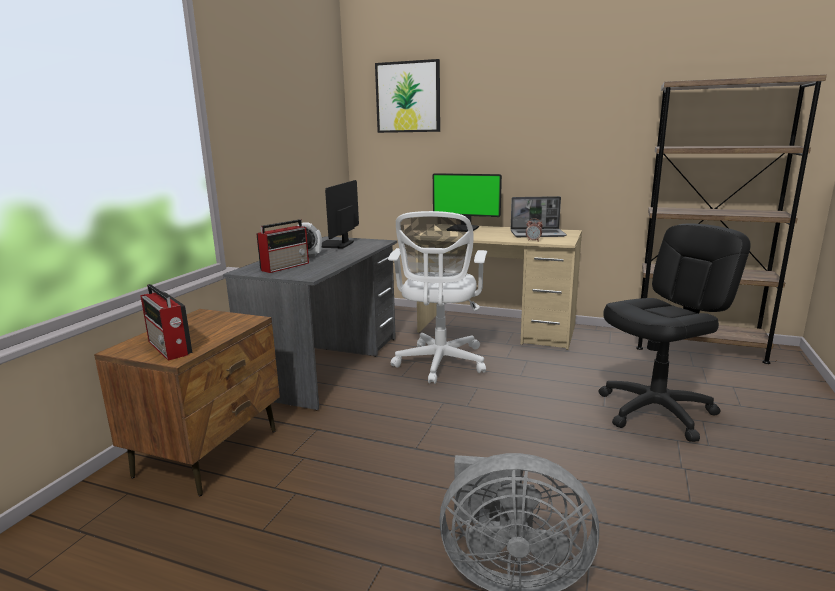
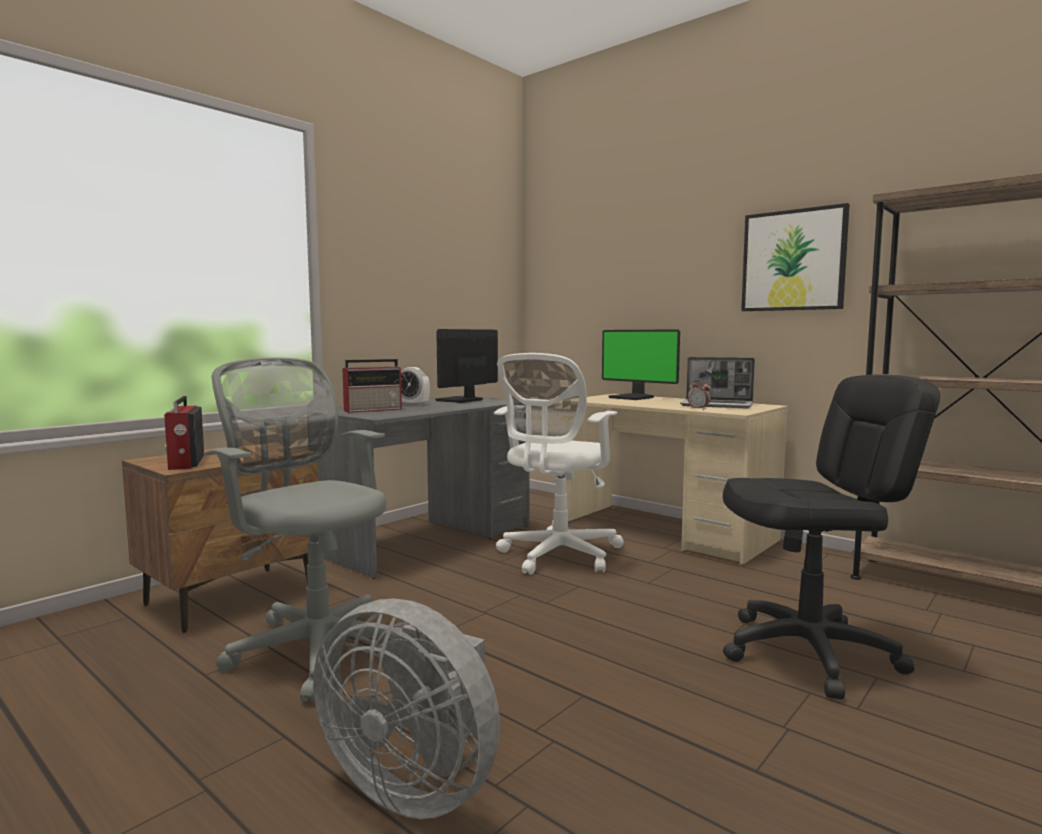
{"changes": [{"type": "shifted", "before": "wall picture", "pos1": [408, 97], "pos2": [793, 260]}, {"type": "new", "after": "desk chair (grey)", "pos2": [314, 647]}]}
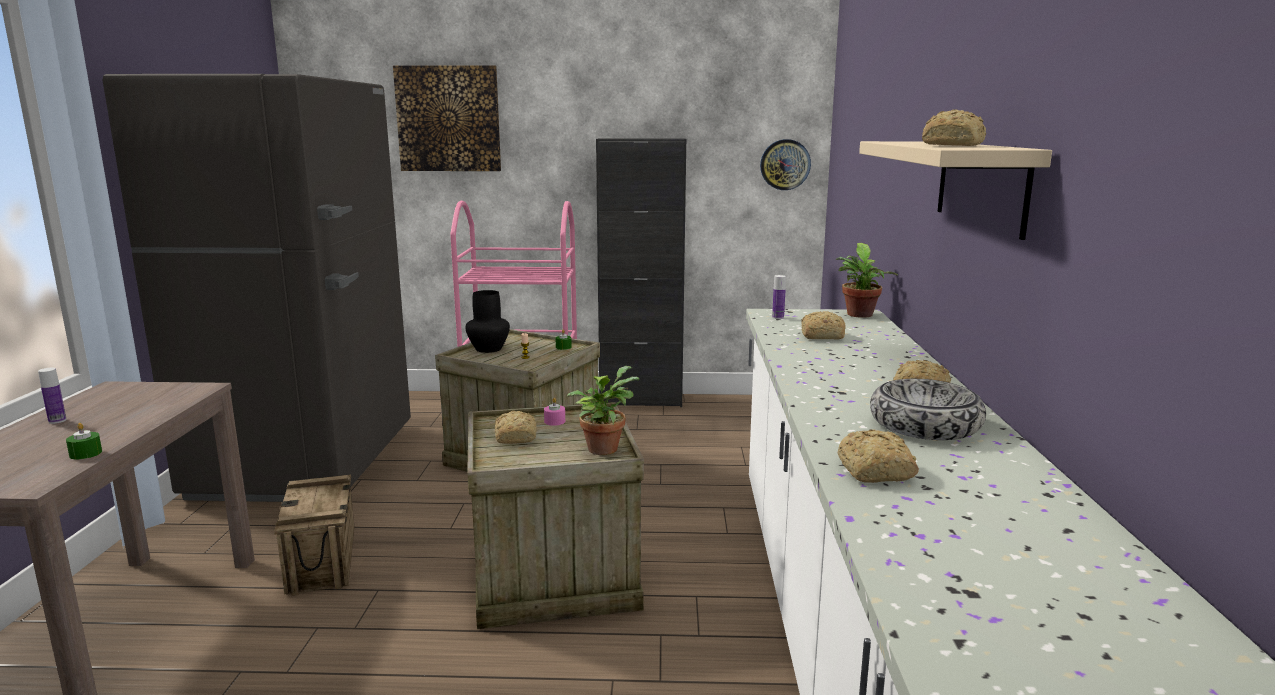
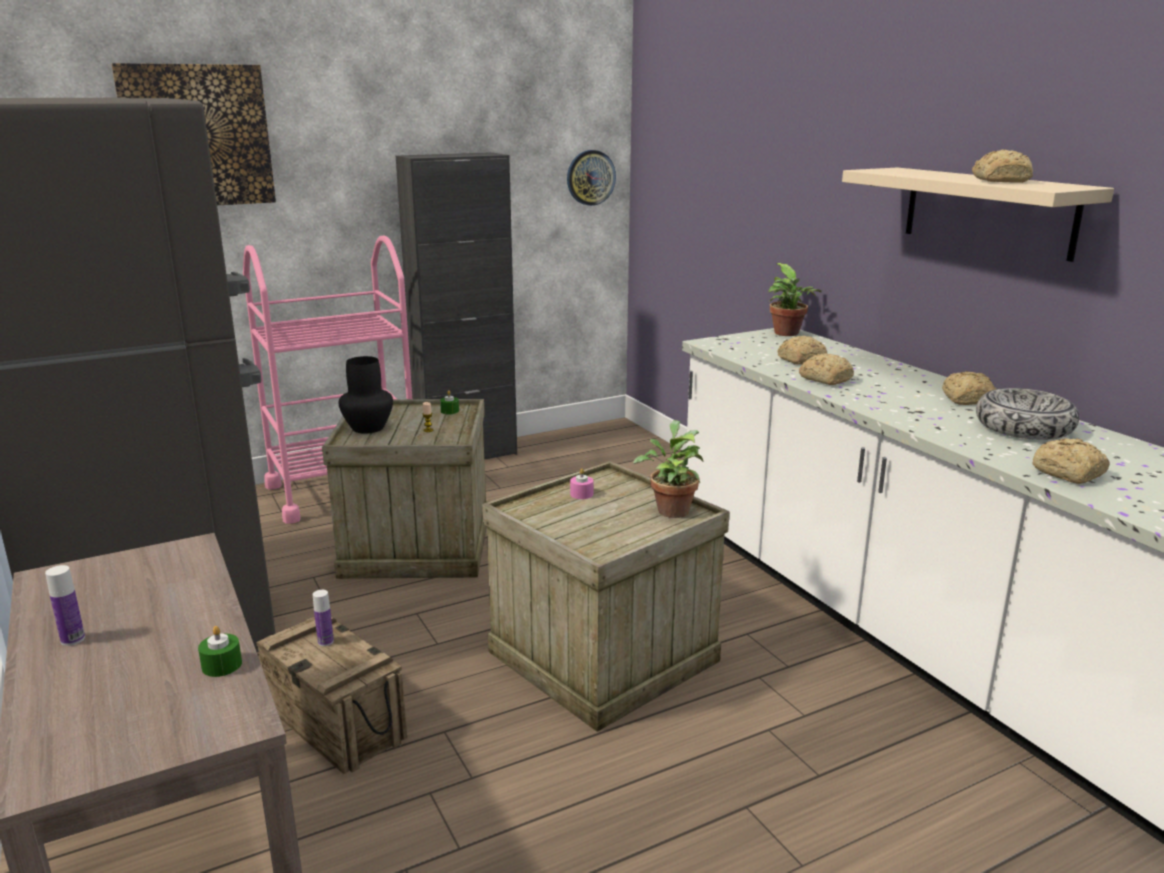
{"changes": [{"type": "shifted", "before": "beverage bottle", "pos1": [778, 317], "pos2": [325, 642]}, {"type": "shifted", "before": "bread", "pos1": [516, 437], "pos2": [825, 379]}]}
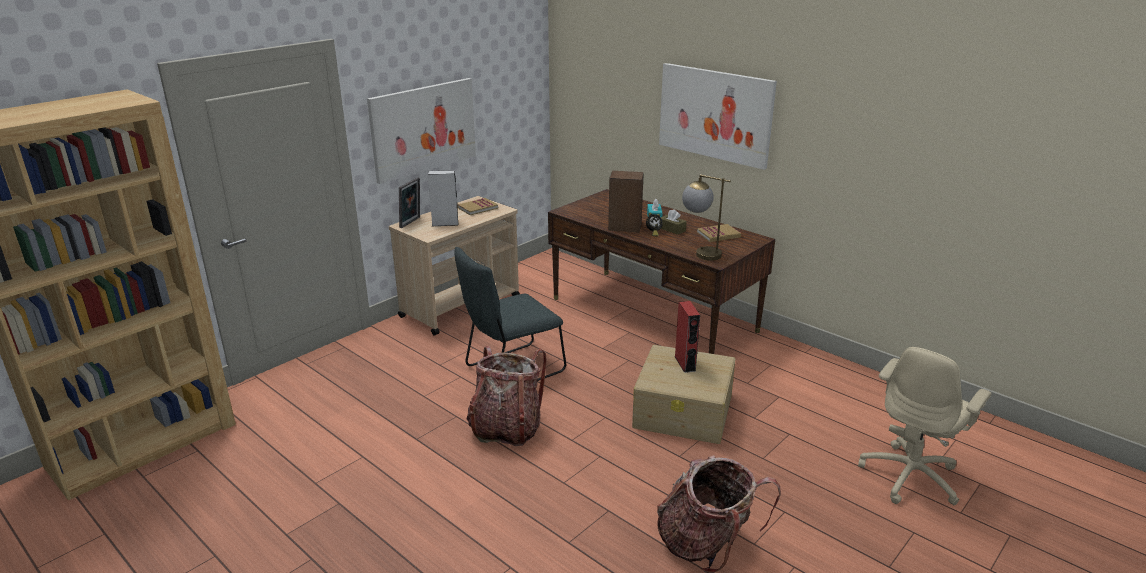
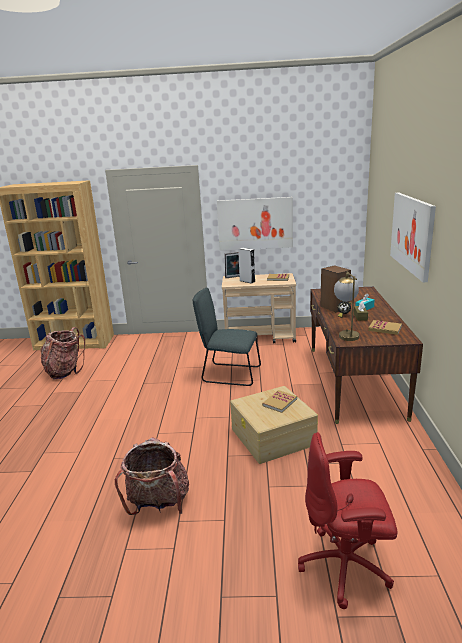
{"changes": [{"type": "swapped", "before": "speaker (red-coloured)", "after": "book", "pos1": [685, 363], "pos2": [279, 402]}, {"type": "shifted", "before": "rucksack", "pos1": [506, 428], "pos2": [65, 371]}, {"type": "repainted", "before": "desk chair (beige)", "after": "desk chair (red-coloured)", "pos1": [911, 476], "pos2": [346, 567]}]}
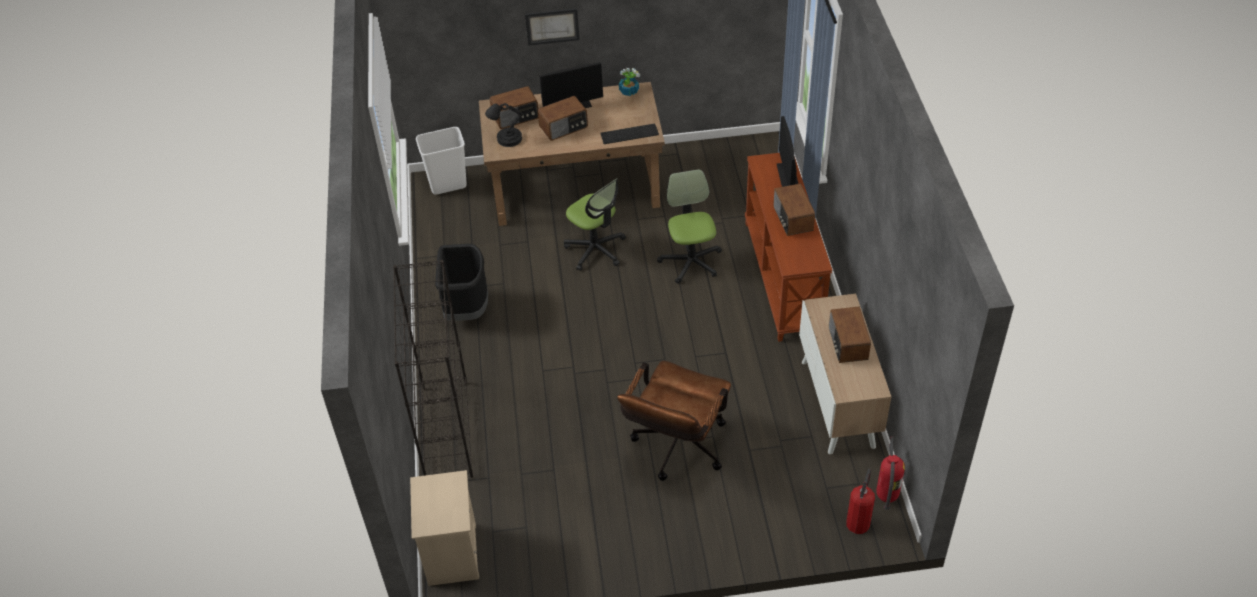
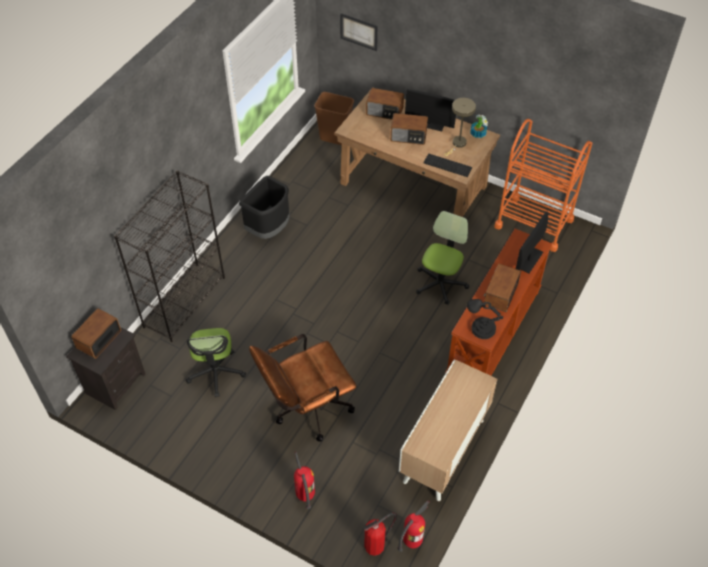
{"changes": [{"type": "shifted", "before": "wall picture", "pos1": [552, 26], "pos2": [359, 31]}, {"type": "shifted", "before": "lamp for a table (black-coloured)", "pos1": [507, 139], "pos2": [481, 329]}, {"type": "repainted", "before": "trash can (white-coloured)", "after": "trash can (brownish)", "pos1": [448, 184], "pos2": [335, 137]}, {"type": "shifted", "before": "desk chair", "pos1": [595, 249], "pos2": [216, 372]}, {"type": "shifted", "before": "radio receiver", "pos1": [847, 344], "pos2": [98, 339]}, {"type": "repainted", "before": "nightstand (beige)", "after": "nightstand (black-coloured)", "pos1": [451, 554], "pos2": [115, 382]}, {"type": "new", "after": "lamp for a table (beige)", "pos2": [458, 144]}, {"type": "new", "after": "wheeled cart (orangey)", "pos2": [533, 223]}, {"type": "new", "after": "fire-fighting cylinder", "pos2": [305, 495]}]}
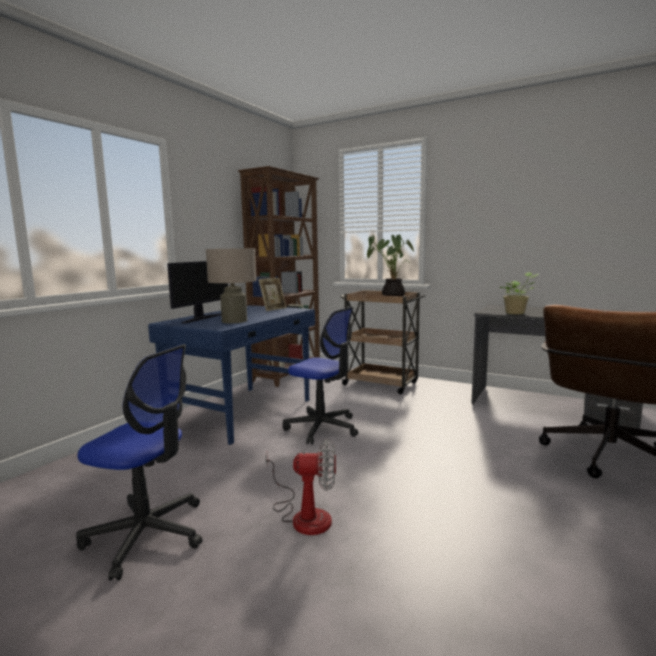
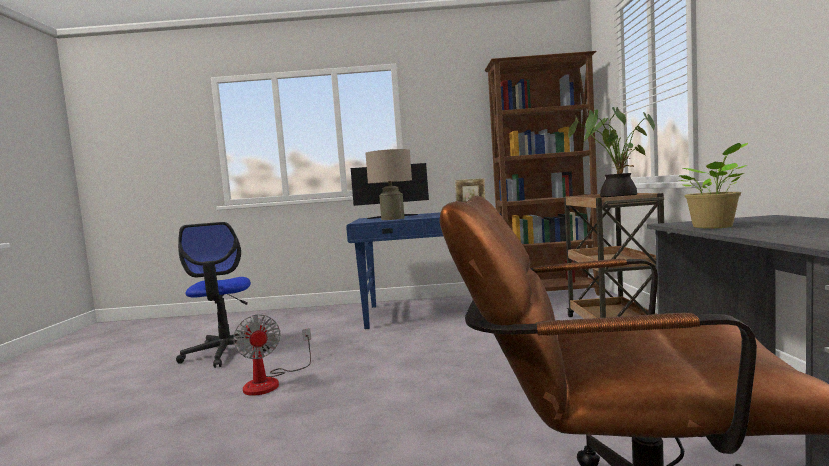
{"changes": [{"type": "gone", "before": "desk chair", "pos1": [322, 428]}]}
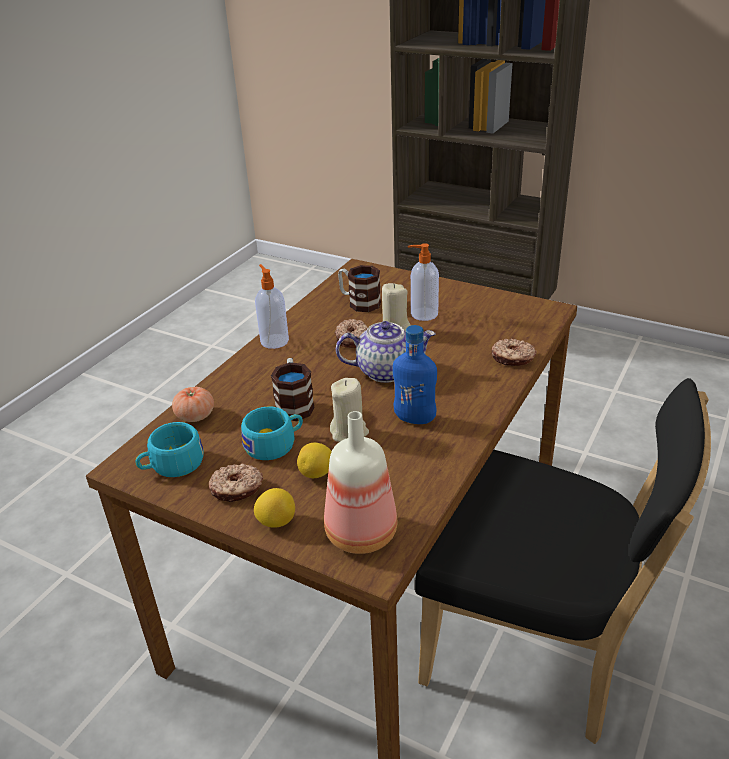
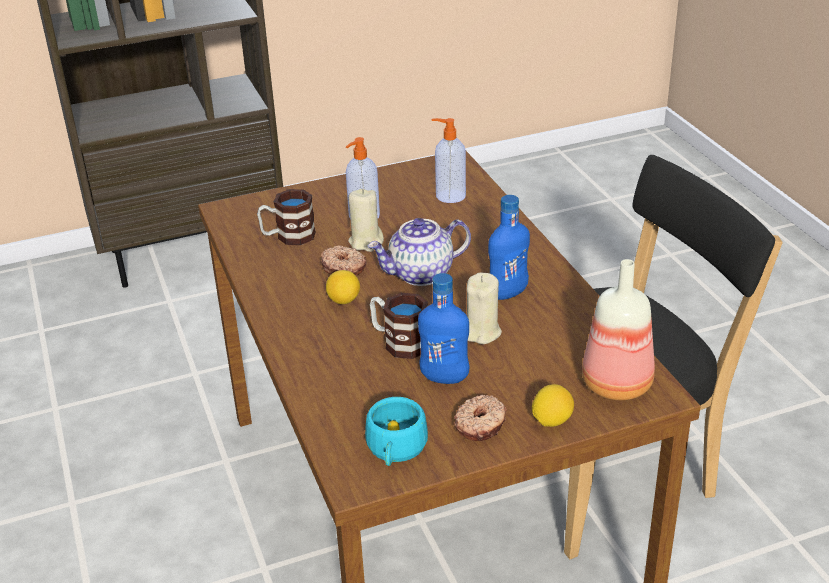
{"changes": [{"type": "shifted", "before": "liquid soap bottle", "pos1": [274, 341], "pos2": [449, 196]}, {"type": "rotated", "before": "tea pot", "pos1": [386, 371], "pos2": [421, 274], "turn": -150}, {"type": "gone", "before": "donut", "pos1": [512, 358]}, {"type": "gone", "before": "fresh tomato", "pos1": [195, 416]}, {"type": "swapped", "before": "small cup (turquoise-coloured)", "after": "beverage bottle (bluish)", "pos1": [275, 444], "pos2": [444, 377]}, {"type": "shifted", "before": "citrus fruit", "pos1": [317, 474], "pos2": [344, 301]}]}
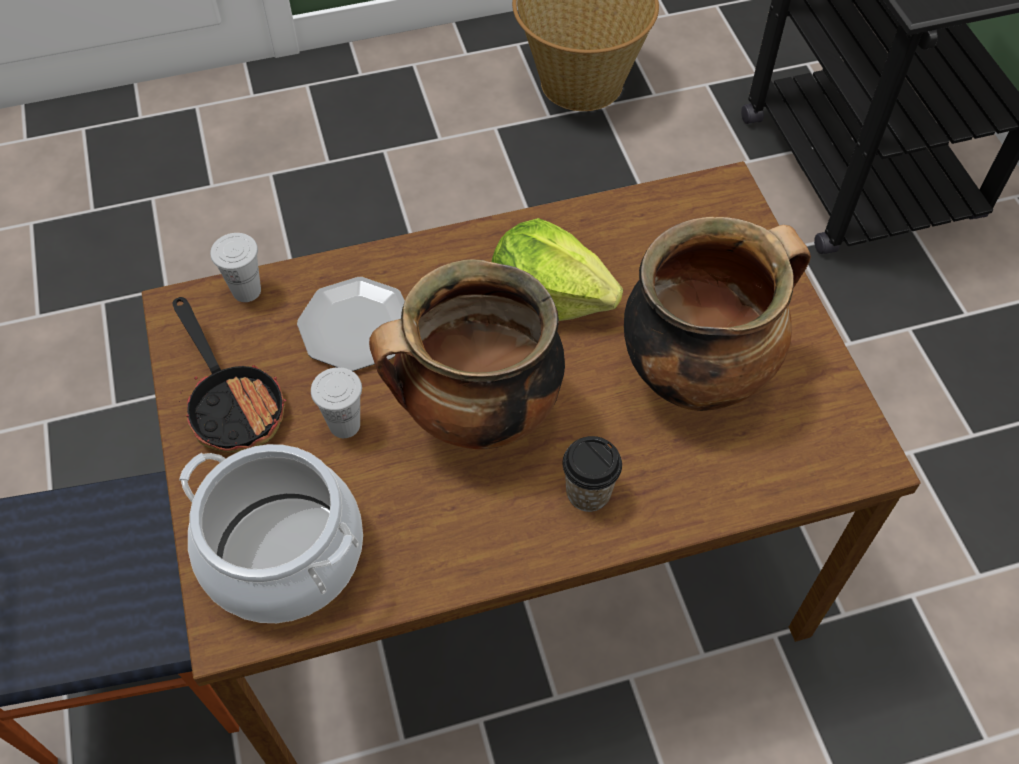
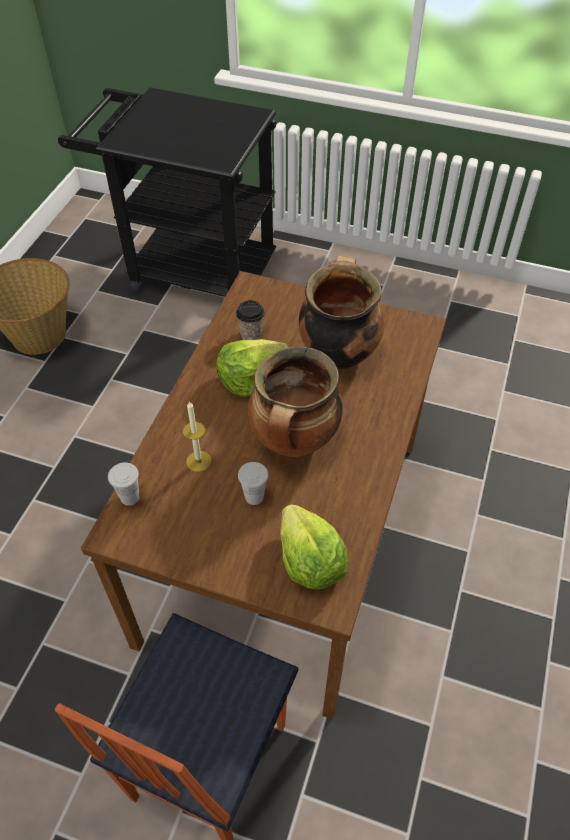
{"changes": [{"type": "swapped", "before": "plate", "after": "wax light", "pos1": [357, 326], "pos2": [198, 461]}, {"type": "gone", "before": "frying pan", "pos1": [232, 403]}, {"type": "shifted", "before": "small cup", "pos1": [588, 492], "pos2": [251, 334]}, {"type": "swapped", "before": "saucepot", "after": "lettuce head", "pos1": [283, 556], "pos2": [310, 561]}]}
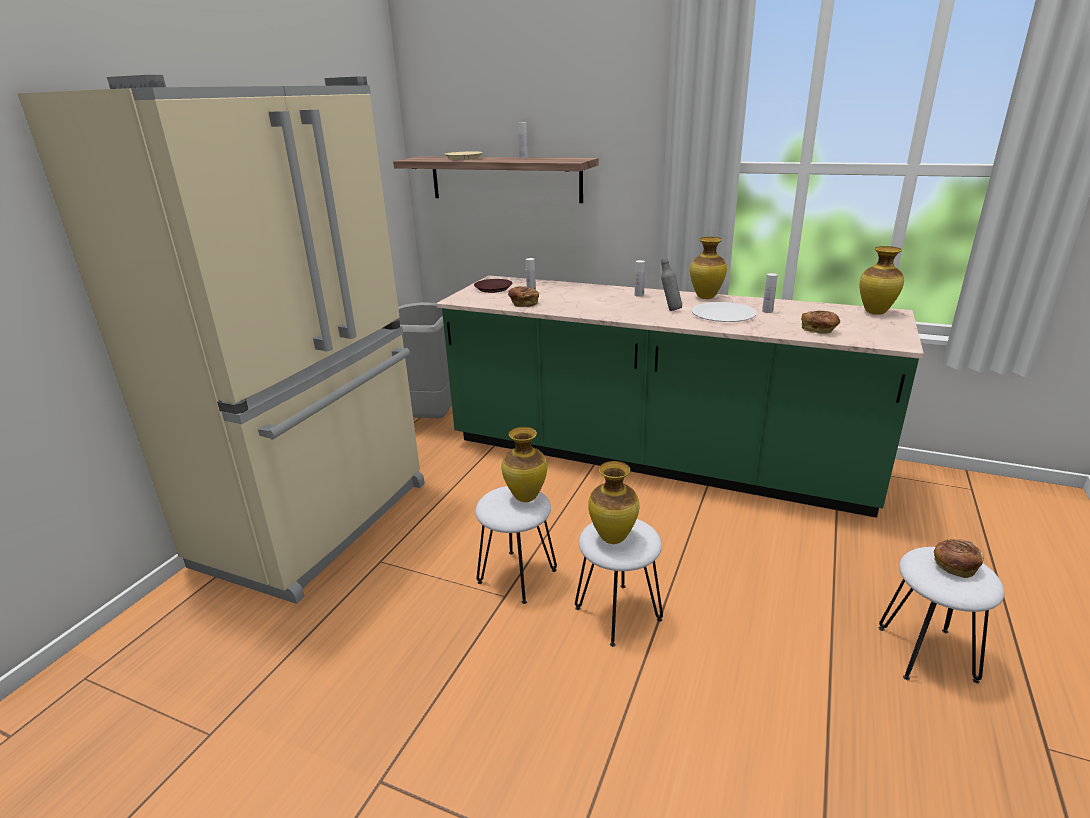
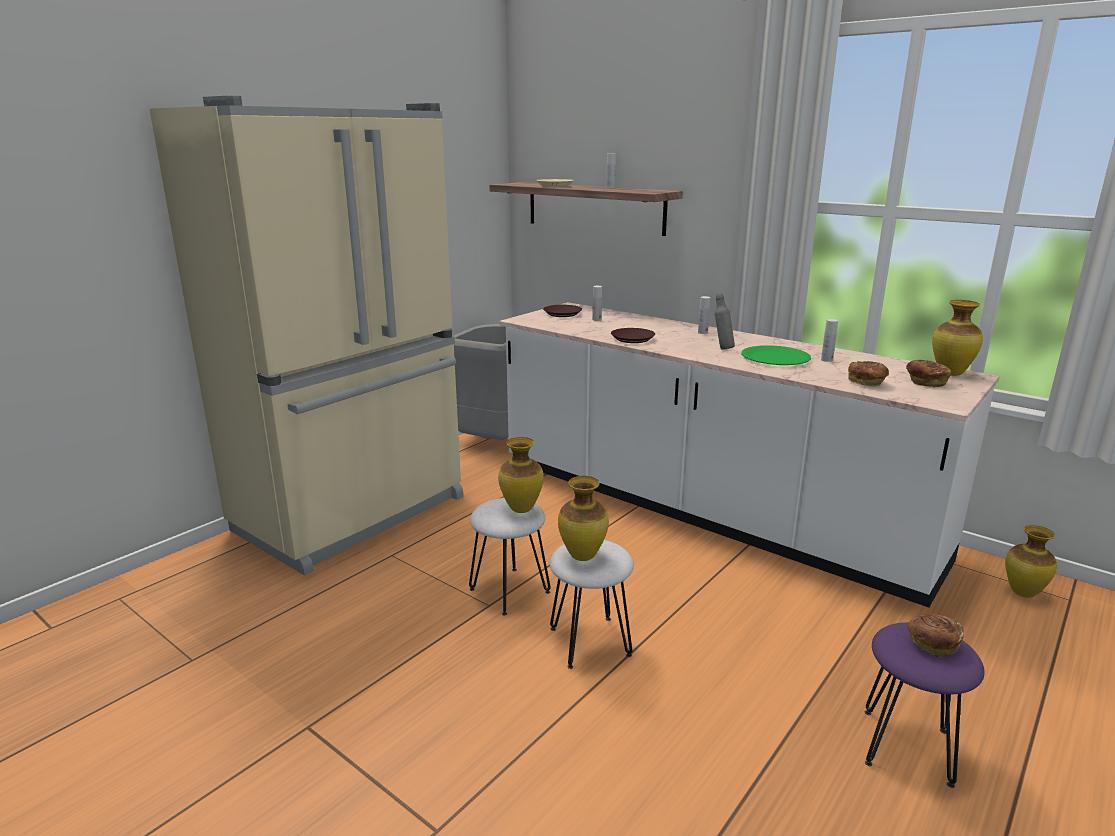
{"changes": [{"type": "shifted", "before": "vase", "pos1": [705, 297], "pos2": [1022, 593]}, {"type": "repainted", "before": "kitchen base unit (green-coloured)", "after": "kitchen base unit (white-coloured)", "pos1": [654, 459], "pos2": [704, 511]}, {"type": "shifted", "before": "bread", "pos1": [523, 303], "pos2": [925, 382]}, {"type": "repainted", "before": "plate (white-coloured)", "after": "plate (green-coloured)", "pos1": [723, 314], "pos2": [775, 358]}, {"type": "repainted", "before": "sitting stool (white-coloured)", "after": "sitting stool (purple)", "pos1": [927, 653], "pos2": [908, 747]}, {"type": "new", "after": "plate (brownish)", "pos2": [632, 339]}]}
